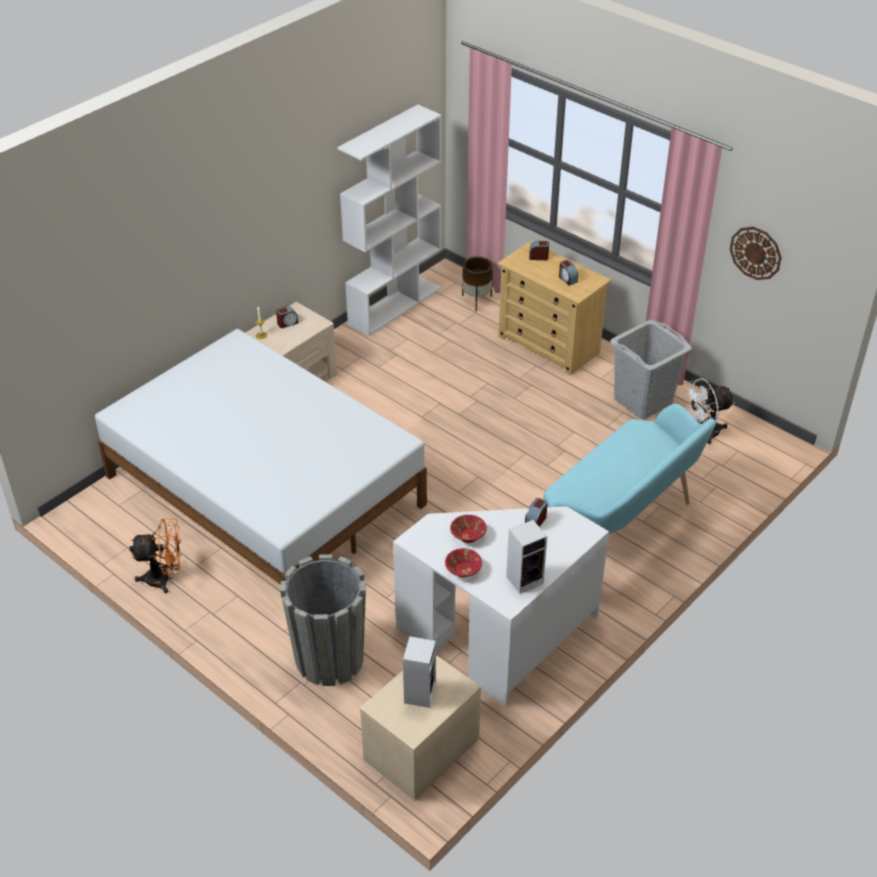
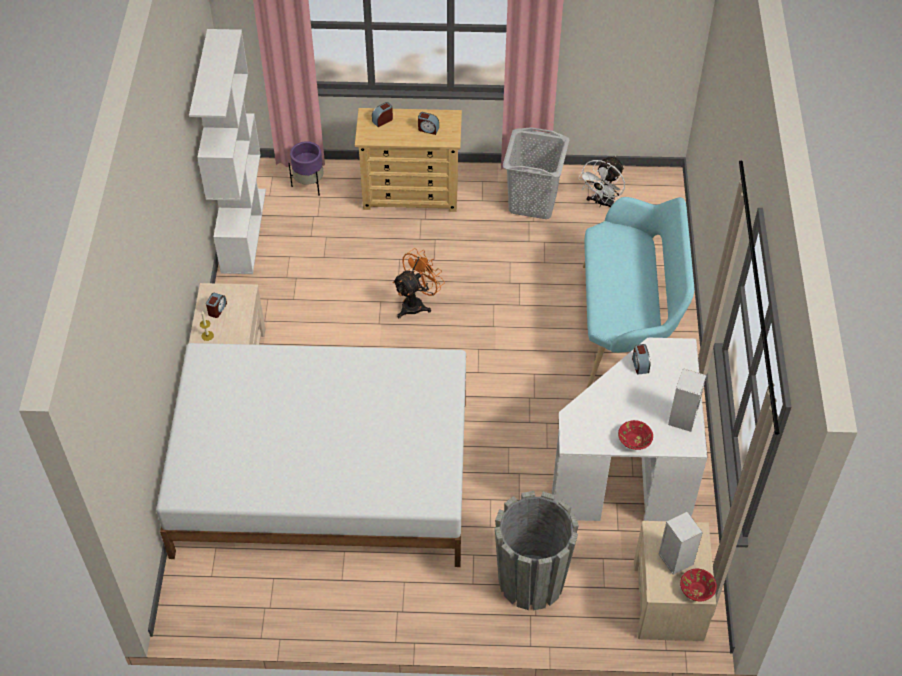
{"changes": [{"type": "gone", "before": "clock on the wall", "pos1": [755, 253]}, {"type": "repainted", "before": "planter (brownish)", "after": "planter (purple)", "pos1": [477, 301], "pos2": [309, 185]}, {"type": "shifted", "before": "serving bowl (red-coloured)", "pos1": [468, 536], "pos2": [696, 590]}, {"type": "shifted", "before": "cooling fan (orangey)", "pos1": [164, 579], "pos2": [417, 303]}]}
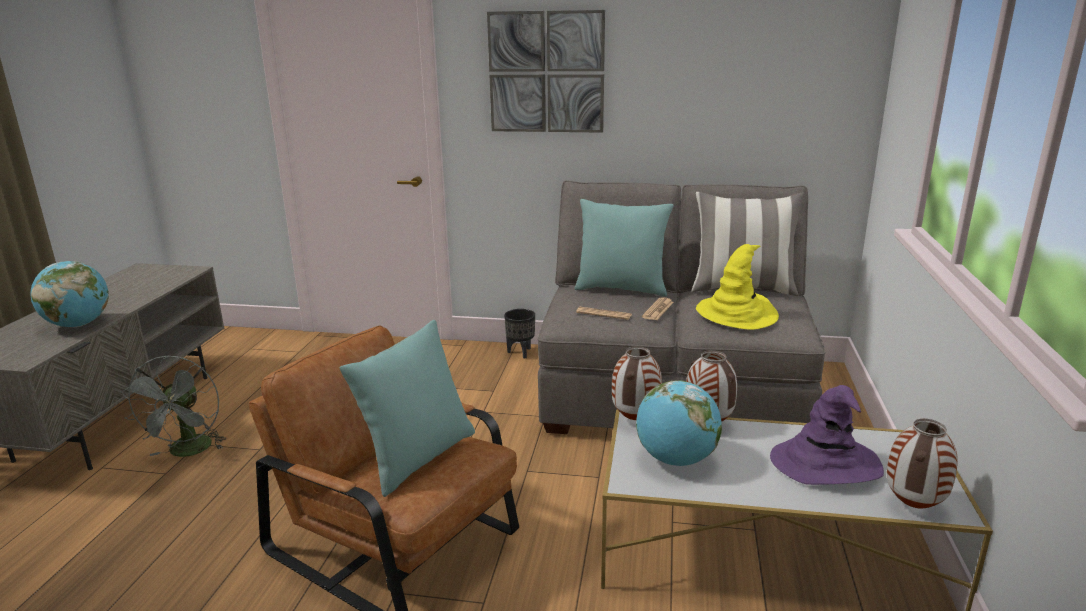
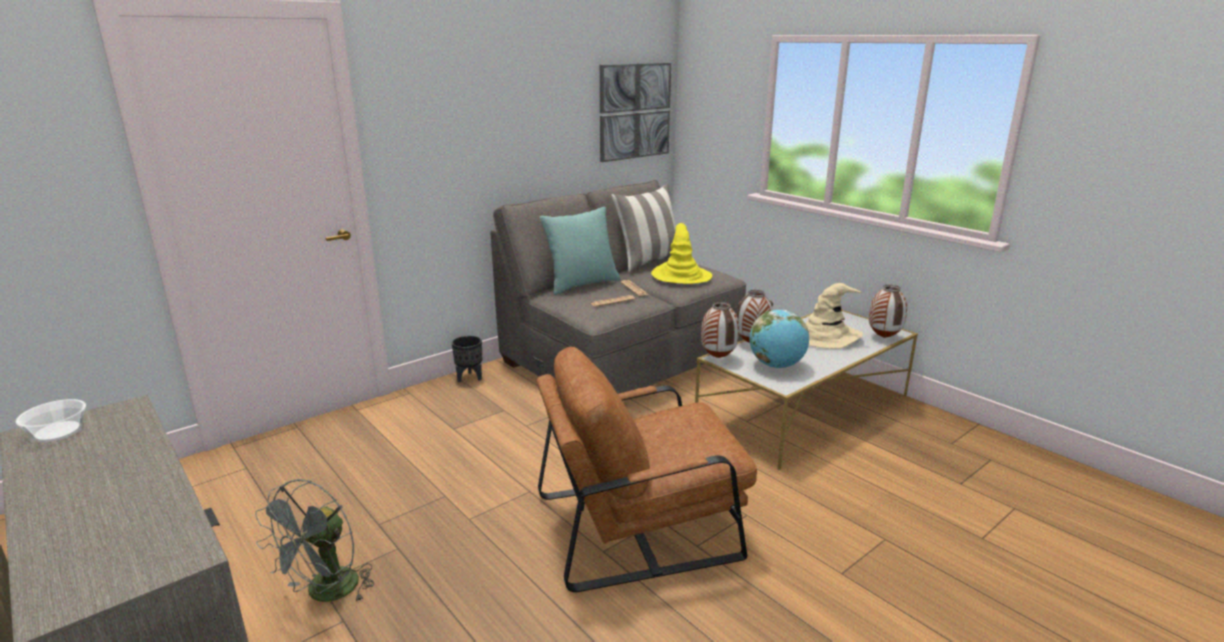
{"changes": [{"type": "shifted", "before": "wall picture", "pos1": [546, 72], "pos2": [634, 111]}, {"type": "gone", "before": "world globe", "pos1": [78, 325]}, {"type": "gone", "before": "pillow (turquoise-coloured)", "pos1": [417, 458]}, {"type": "rotated", "before": "cooling fan (grey)", "pos1": [188, 452], "pos2": [326, 594], "turn": 75}, {"type": "repainted", "before": "hat (purple)", "after": "hat (beige)", "pos1": [825, 464], "pos2": [827, 337]}, {"type": "new", "after": "serving bowl", "pos2": [57, 432]}]}
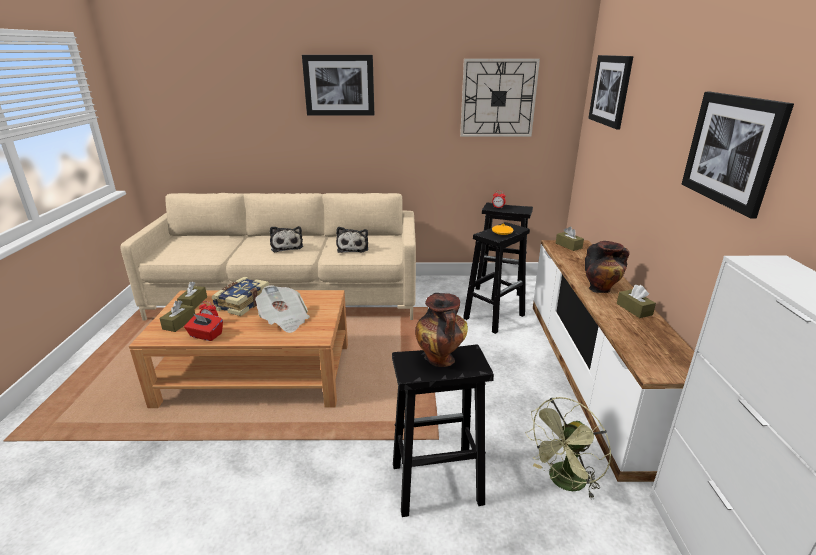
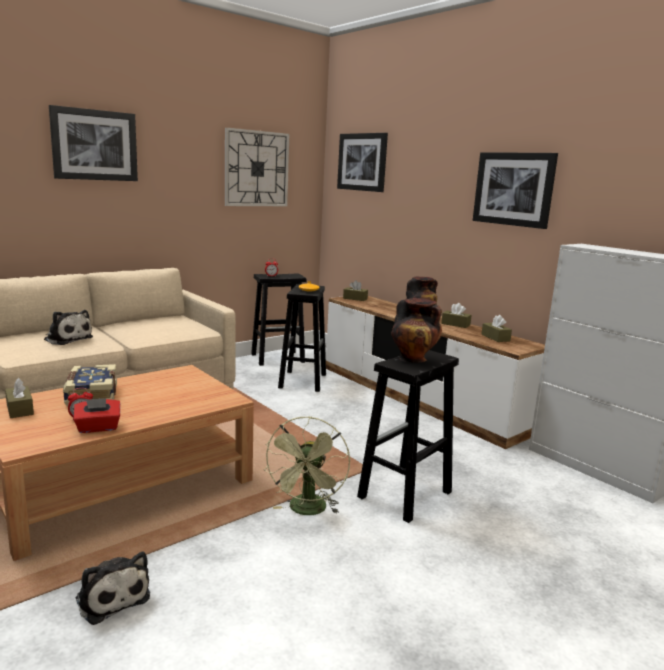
{"changes": [{"type": "shifted", "before": "plush toy", "pos1": [353, 248], "pos2": [112, 596]}, {"type": "gone", "before": "newspaper", "pos1": [284, 320]}, {"type": "shifted", "before": "tissue box (brownish)", "pos1": [179, 323], "pos2": [495, 338]}, {"type": "shifted", "before": "cooling fan (green-coloured)", "pos1": [563, 483], "pos2": [307, 511]}]}
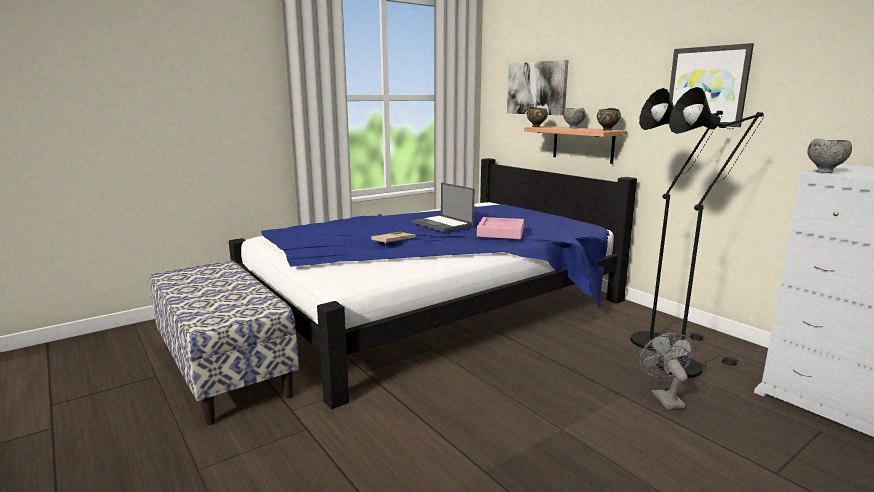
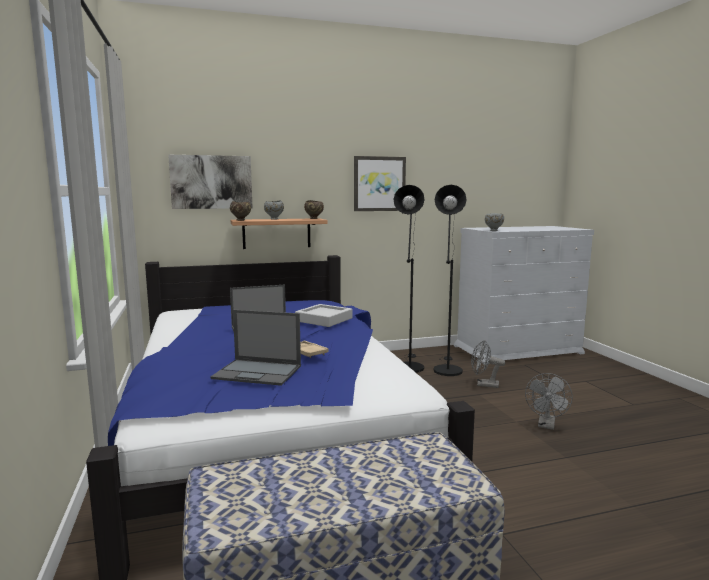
{"changes": [{"type": "repainted", "before": "carrying tray (pinkish)", "after": "carrying tray (grey)", "pos1": [500, 232], "pos2": [324, 319]}, {"type": "new", "after": "portable computer", "pos2": [258, 372]}, {"type": "new", "after": "cooling fan (grey)", "pos2": [546, 425]}]}
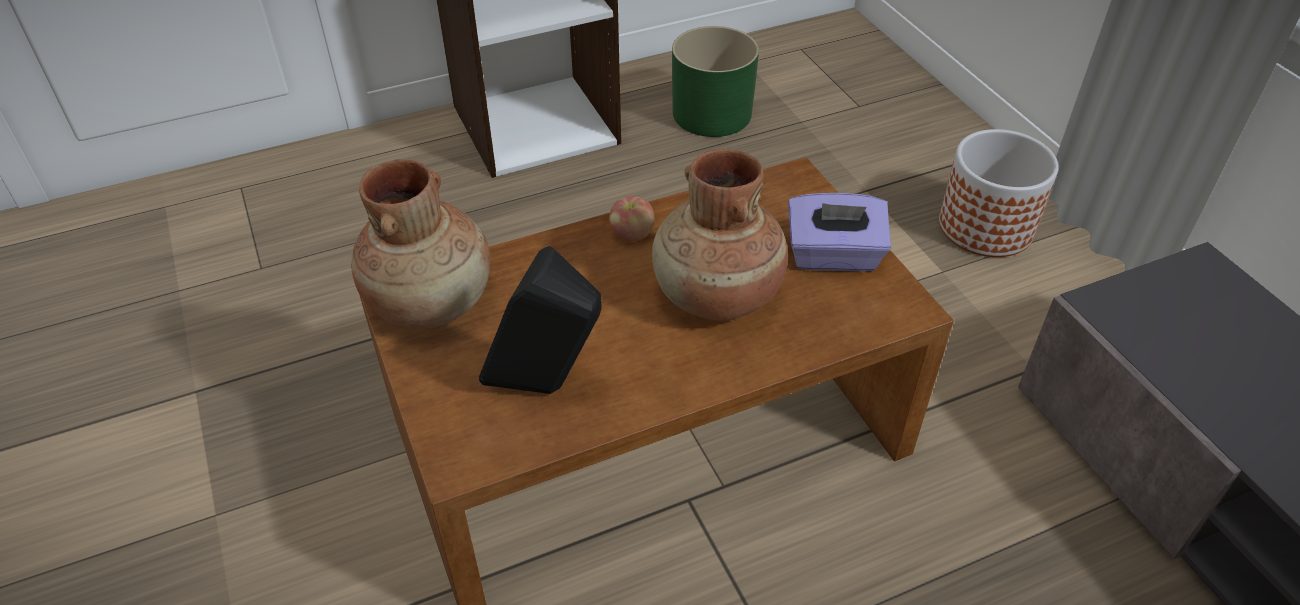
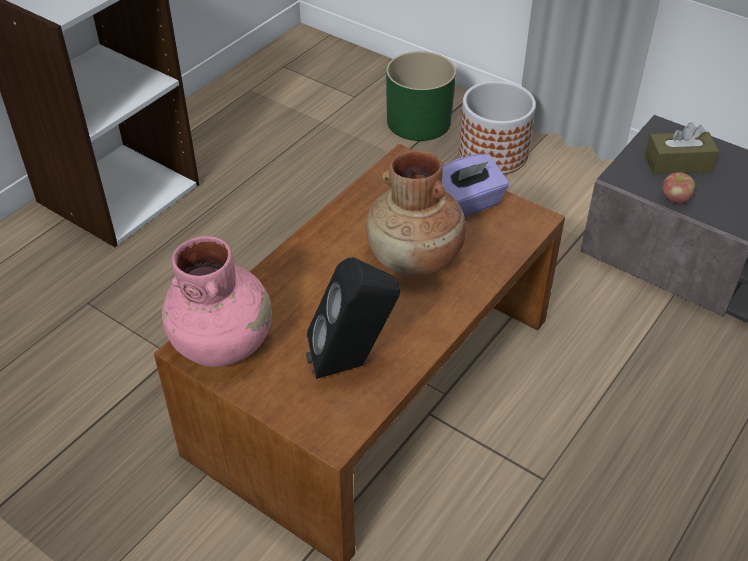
{"changes": [{"type": "shifted", "before": "planter (green-coloured)", "pos1": [712, 114], "pos2": [419, 122]}, {"type": "repainted", "before": "vase (brownish)", "after": "vase (pinkish)", "pos1": [432, 302], "pos2": [223, 342]}, {"type": "shifted", "before": "apple fruit", "pos1": [632, 234], "pos2": [675, 199]}, {"type": "new", "after": "tissue box (brownish)", "pos2": [678, 163]}]}
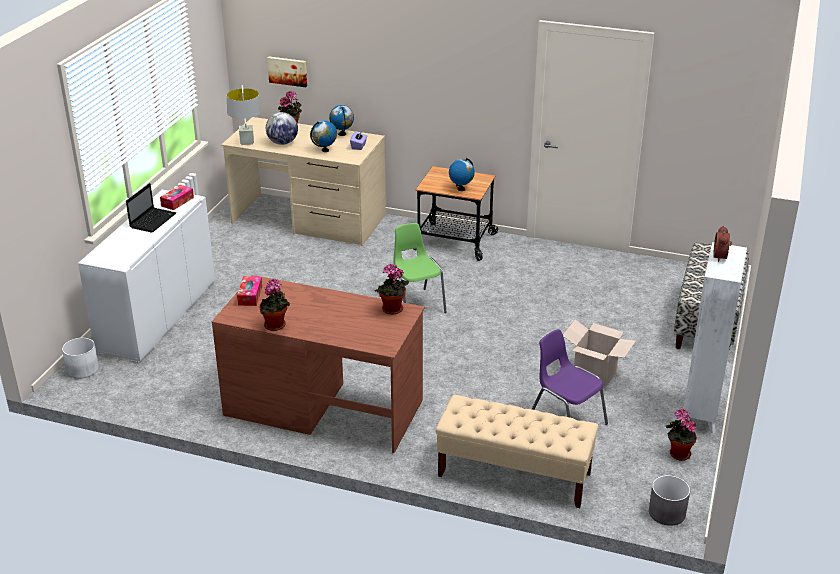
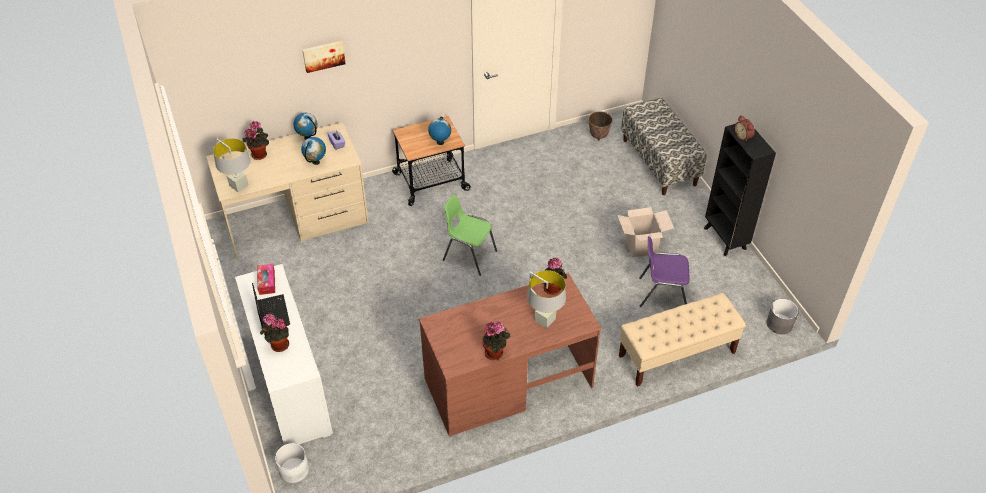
{"changes": [{"type": "shifted", "before": "wall picture", "pos1": [288, 71], "pos2": [323, 55]}, {"type": "gone", "before": "world globe", "pos1": [282, 143]}, {"type": "repainted", "before": "bookshelf (white-coloured)", "after": "bookshelf (black-coloured)", "pos1": [699, 414], "pos2": [725, 239]}, {"type": "gone", "before": "tissue box", "pos1": [250, 296]}, {"type": "shifted", "before": "houseplant", "pos1": [678, 454], "pos2": [278, 345]}, {"type": "new", "after": "planter", "pos2": [598, 136]}, {"type": "new", "after": "lamp for a table (grey)", "pos2": [544, 320]}]}
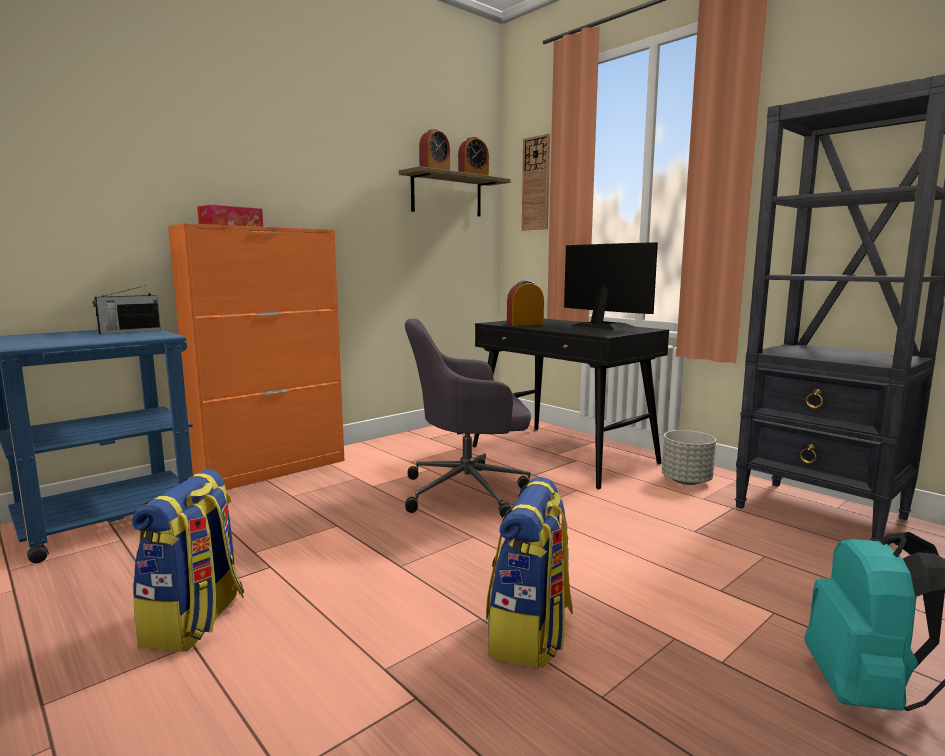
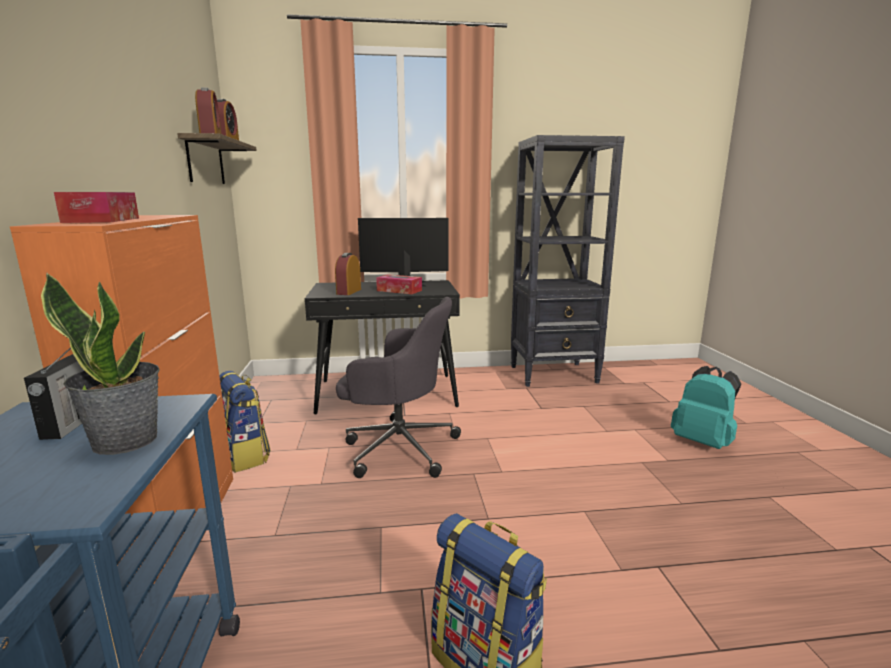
{"changes": [{"type": "gone", "before": "clock on the wall", "pos1": [536, 183]}, {"type": "rotated", "before": "desk chair (grey)", "pos1": [469, 491], "pos2": [398, 447], "turn": -105}, {"type": "gone", "before": "planter (grey)", "pos1": [686, 481]}, {"type": "shifted", "before": "rucksack", "pos1": [530, 634], "pos2": [245, 456]}, {"type": "new", "after": "houseplant", "pos2": [126, 440]}, {"type": "new", "after": "tissue box", "pos2": [399, 290]}]}
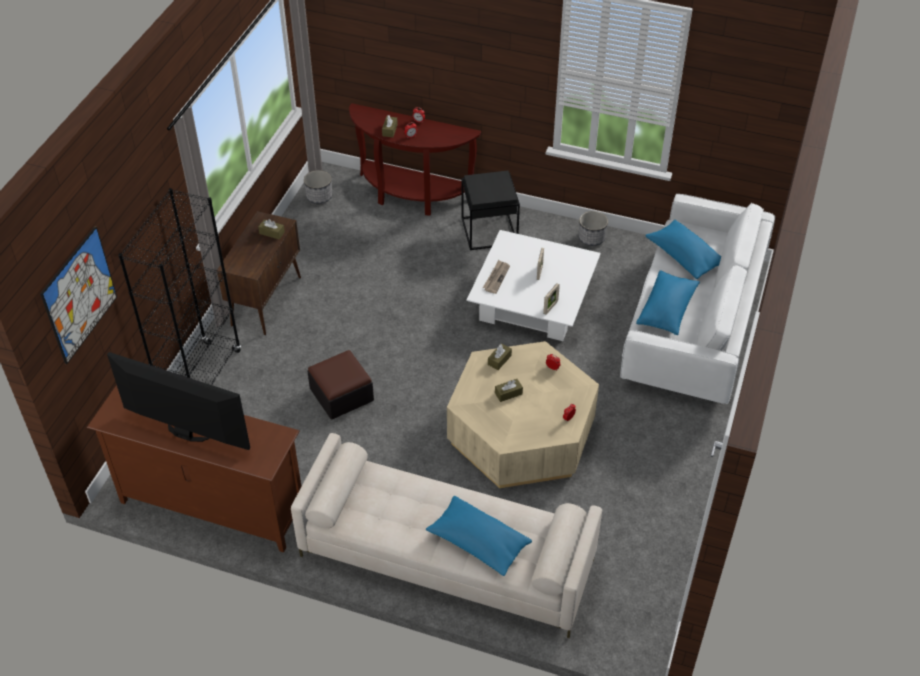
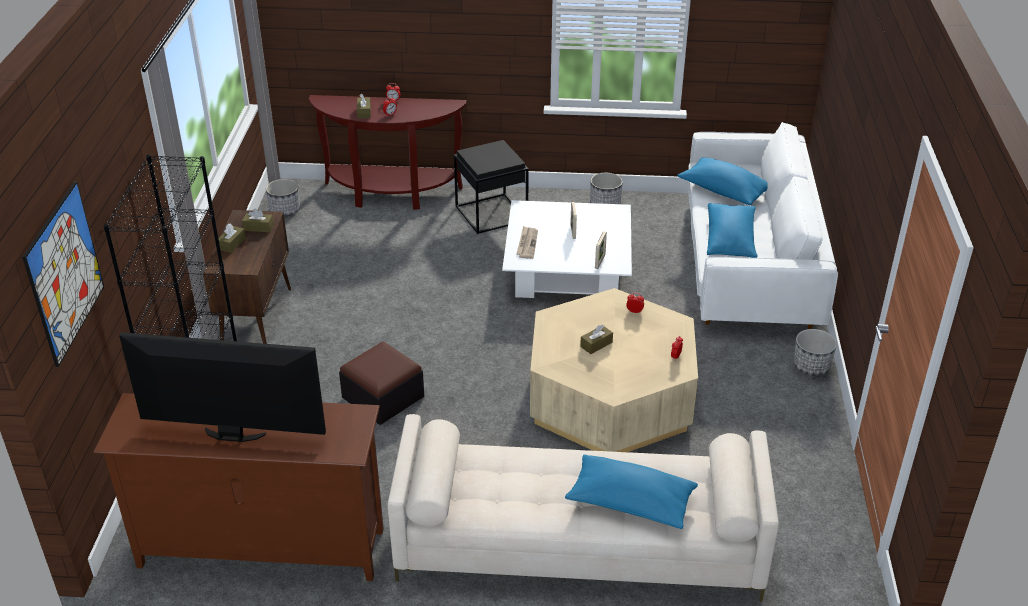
{"changes": [{"type": "shifted", "before": "tissue box (brownish)", "pos1": [499, 360], "pos2": [232, 244]}, {"type": "new", "after": "planter", "pos2": [811, 367]}]}
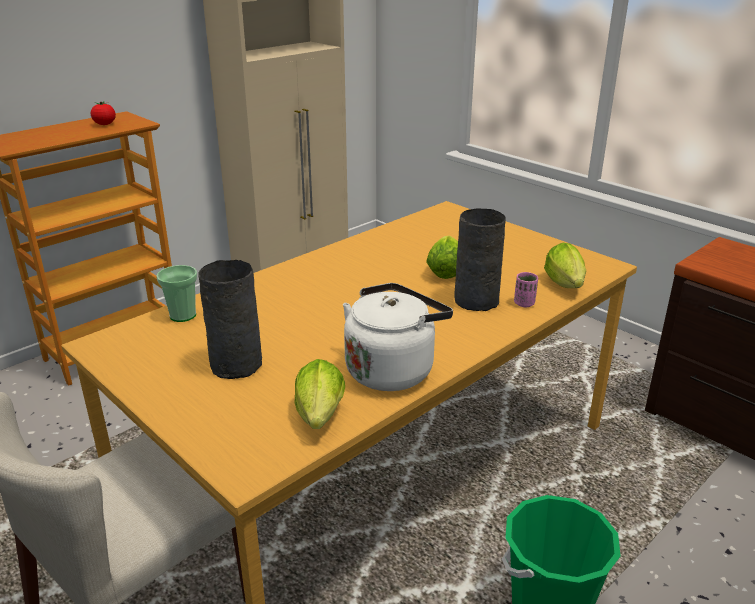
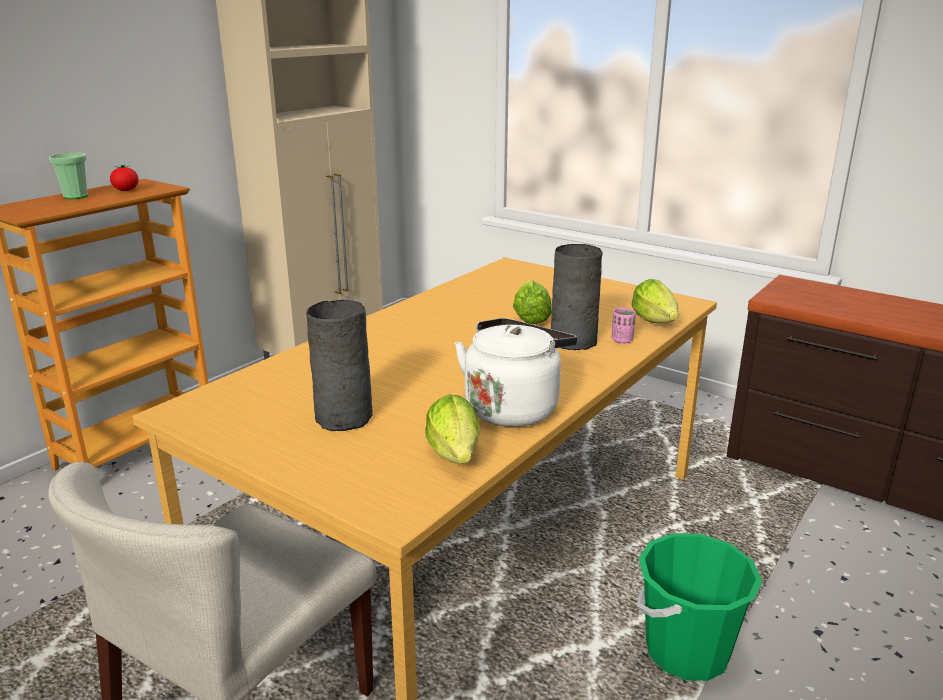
{"changes": [{"type": "shifted", "before": "small cup", "pos1": [183, 315], "pos2": [75, 196]}]}
